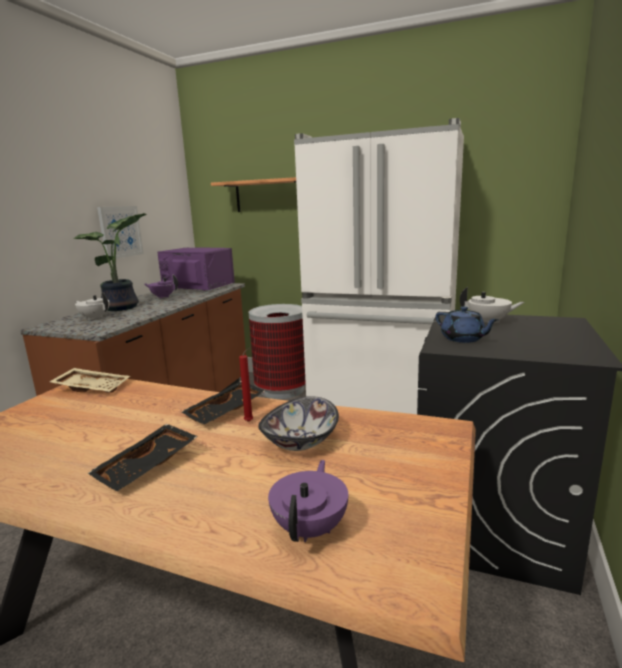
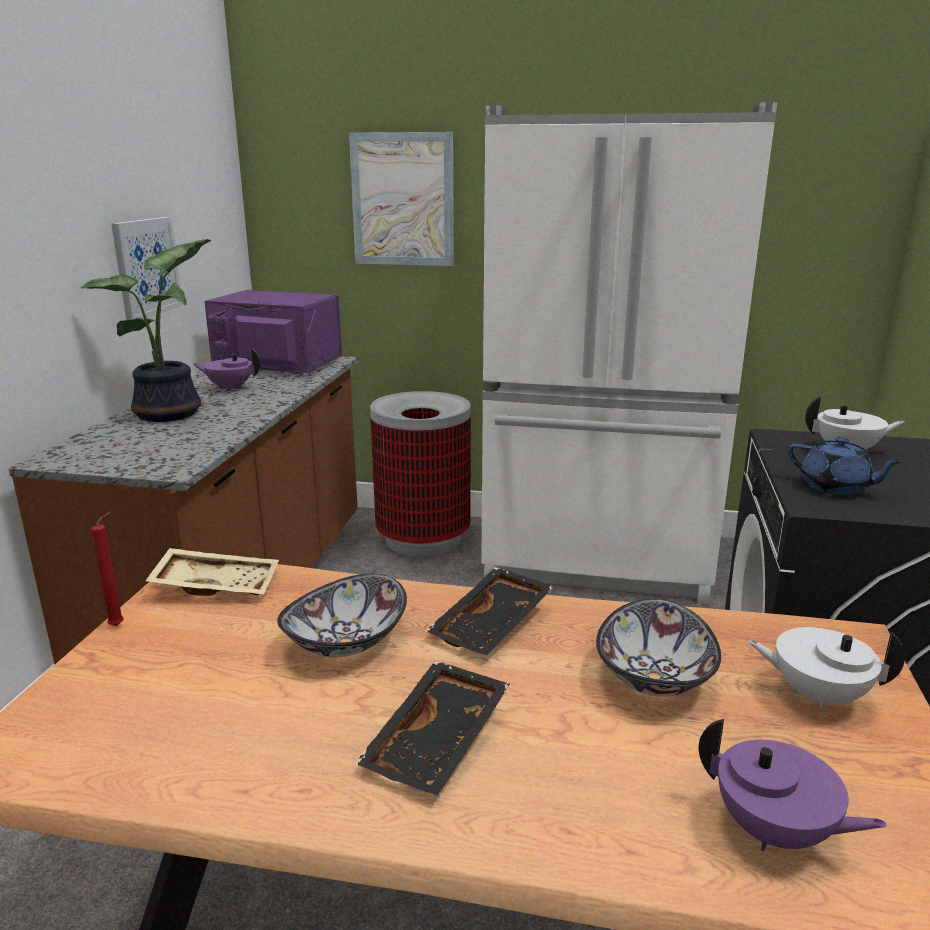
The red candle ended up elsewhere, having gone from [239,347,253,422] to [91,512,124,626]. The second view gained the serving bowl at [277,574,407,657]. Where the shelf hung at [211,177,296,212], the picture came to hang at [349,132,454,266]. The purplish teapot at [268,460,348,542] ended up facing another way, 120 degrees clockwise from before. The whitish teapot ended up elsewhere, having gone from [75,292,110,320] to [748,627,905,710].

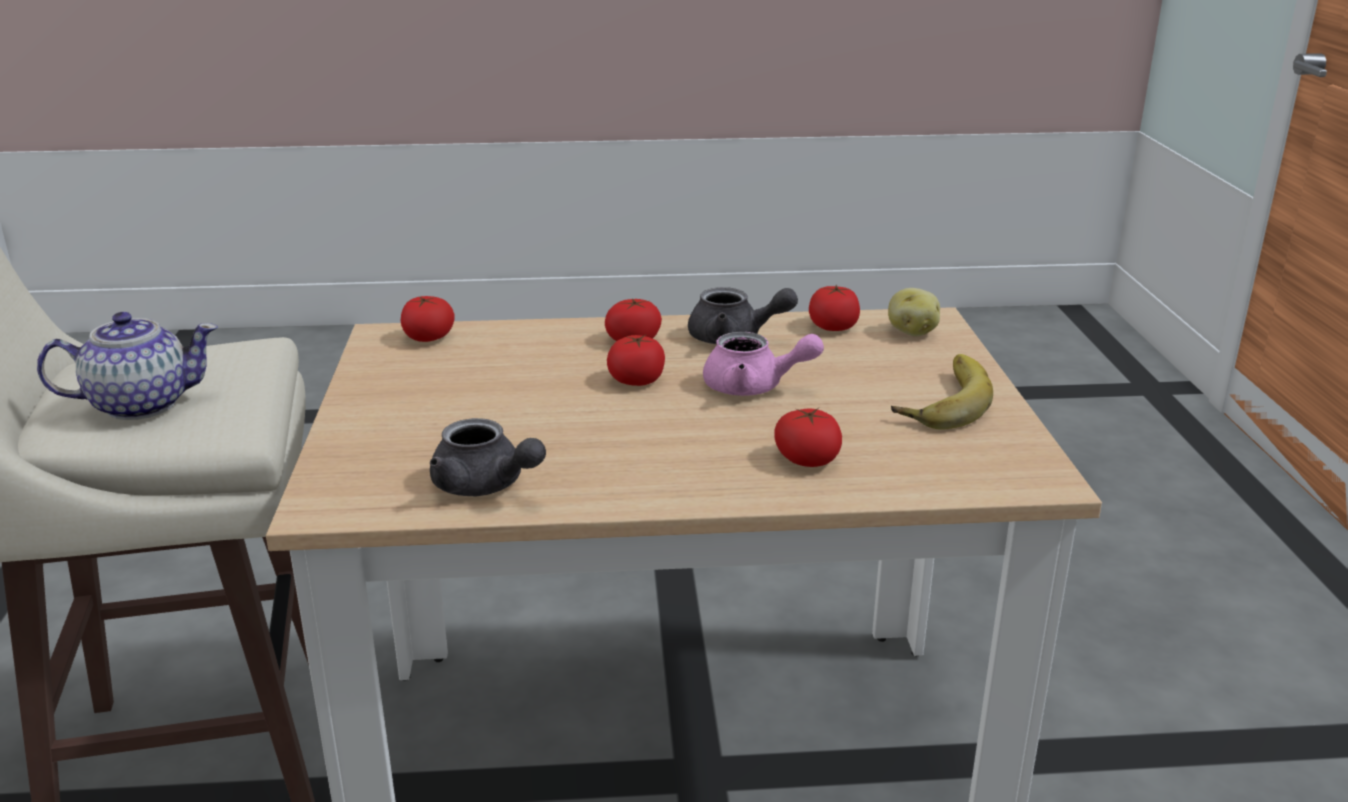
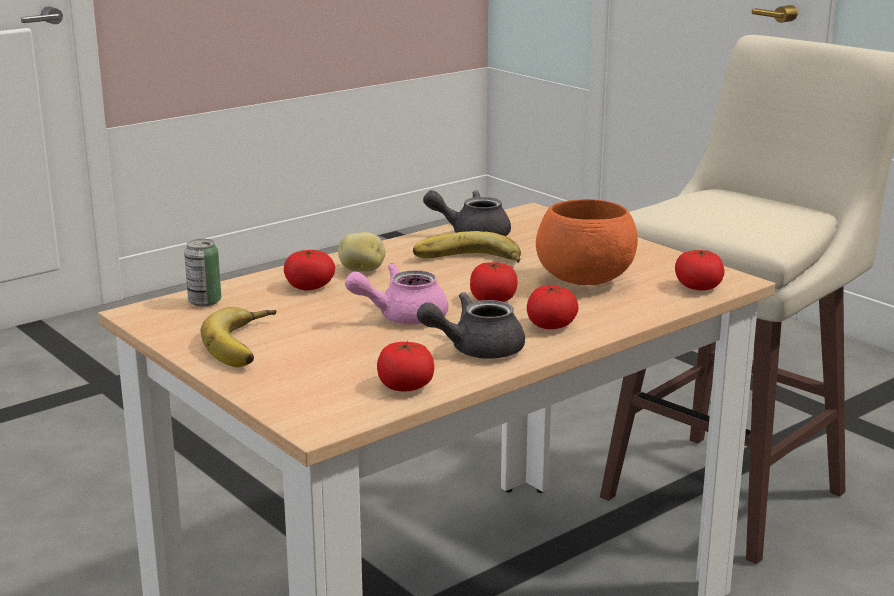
The second view gained the sealed can at [184,239,221,307]. The spud ended up elsewhere, having gone from [888,288,940,336] to [338,232,386,272]. The second view gained the banana at [413,231,521,263]. The second view gained the orange serving bowl at [536,199,638,285]. The second view lost the teapot at [37,312,218,420].

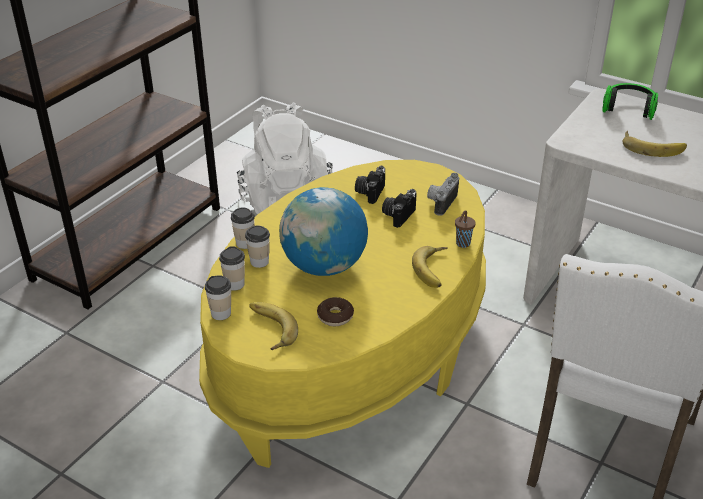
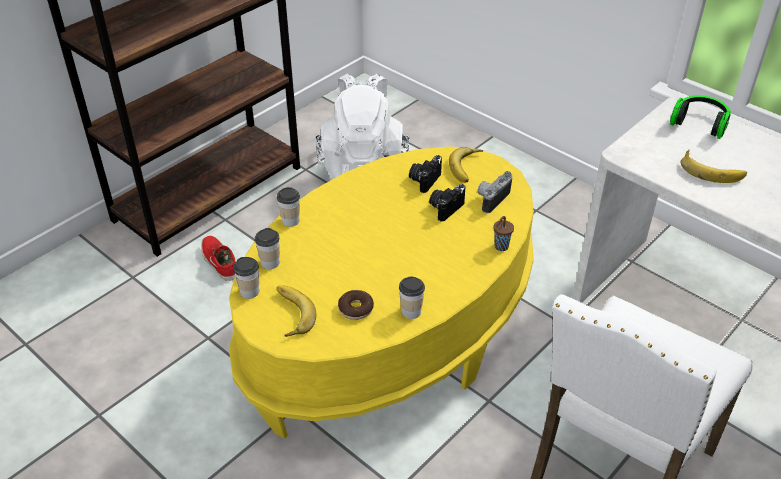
The second view gained the red shoe at [201,236,236,281]. The drinking cup ended up elsewhere, having gone from [245,226,270,268] to [399,277,425,319]. The banana ended up elsewhere, having gone from [412,246,448,288] to [449,147,484,183]. The second view lost the world globe at [279,187,368,276].

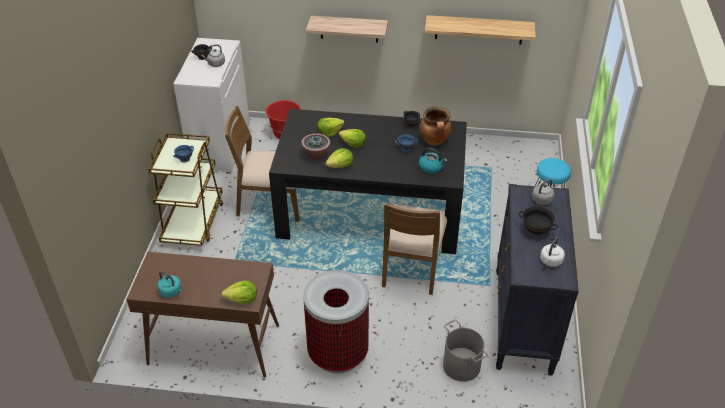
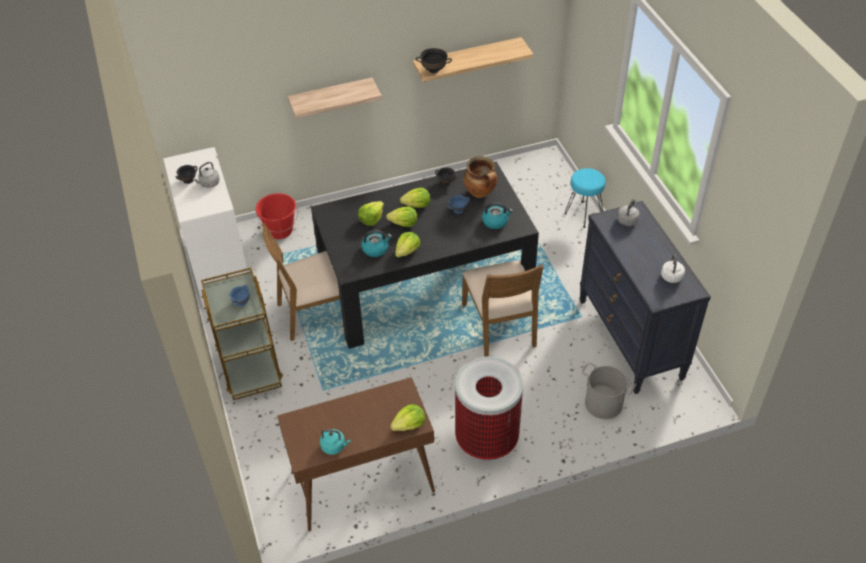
Where the potted plant stood at [301,133,330,161], the water kettle came to stand at [361,230,392,257]. The second view gained the head of lettuce at [400,188,430,208]. The black-coloured serving bowl ended up elsewhere, having gone from [518,206,558,235] to [416,48,452,73].

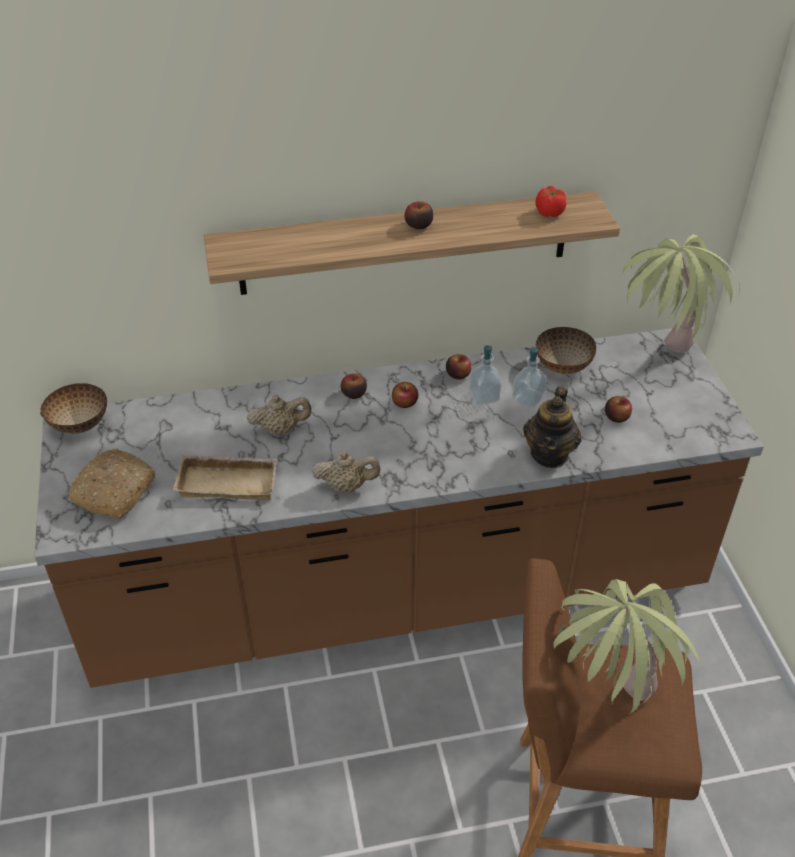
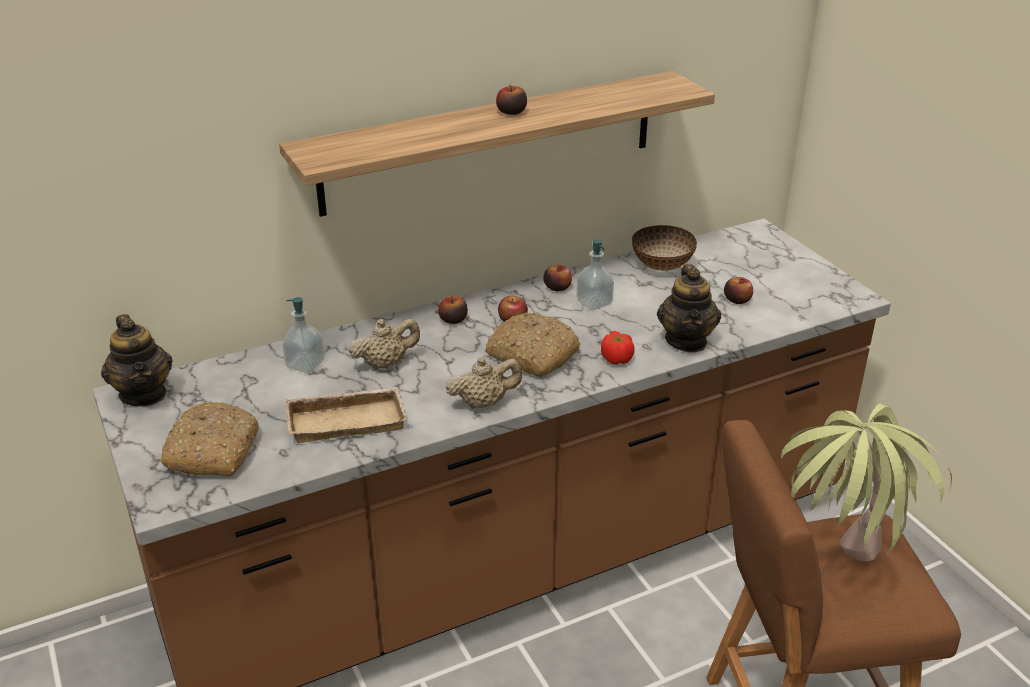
Where the serving bowl stood at [40,383,107,434], the teapot came to stand at [101,314,173,407]. The soap bottle ended up elsewhere, having gone from [512,347,547,408] to [282,297,325,373]. The second view gained the bakery bread at [485,312,581,376]. The tomato ended up elsewhere, having gone from [536,186,567,217] to [601,331,635,365]. The second view lost the potted plant at [623,234,740,353].

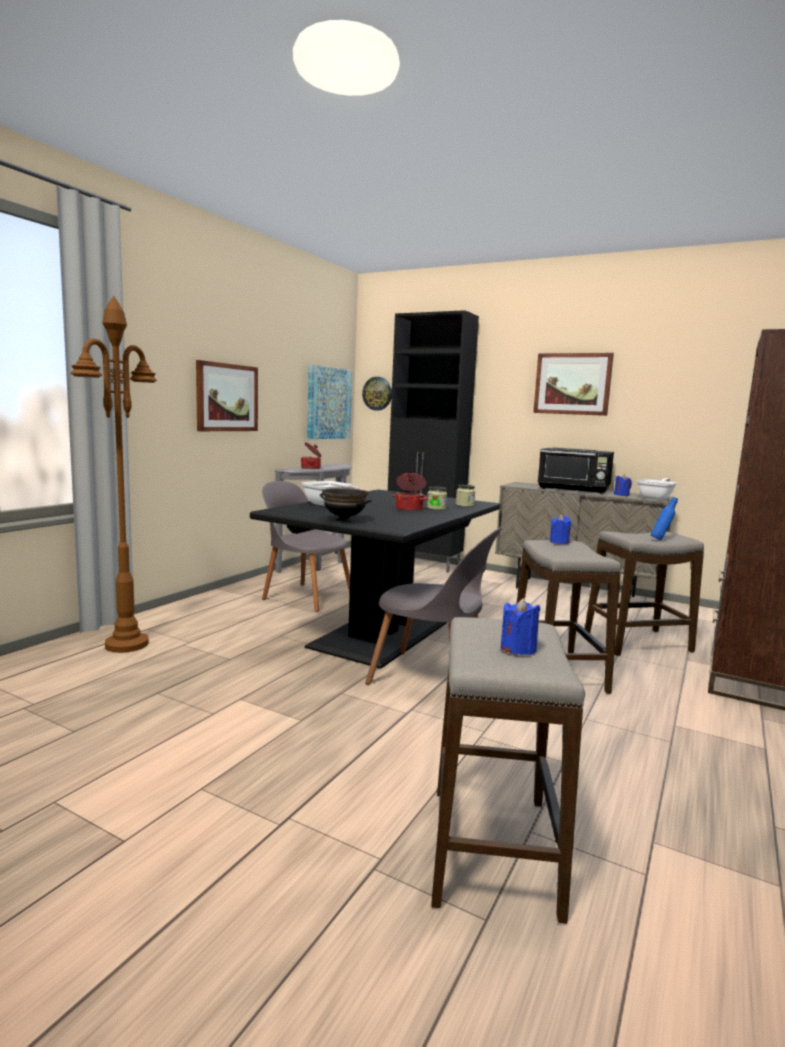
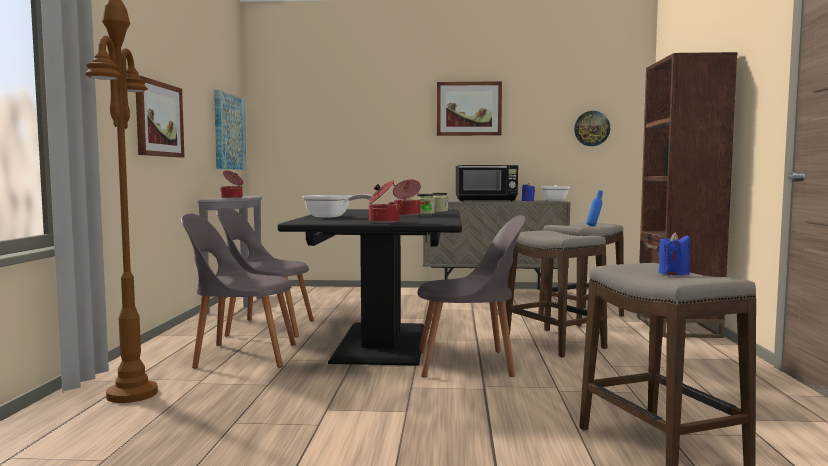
The second view gained the greyish upright chair at [181,214,296,369]. Where the black-coloured serving bowl stood at [320,488,372,522], the cooking pot came to stand at [369,180,401,223]. The hanging clock ended up elsewhere, having gone from [362,377,392,411] to [574,111,610,146]. The second view lost the black-coloured storage cabinet at [388,310,479,573]. The second view lost the blue-coloured candle at [550,514,572,544].

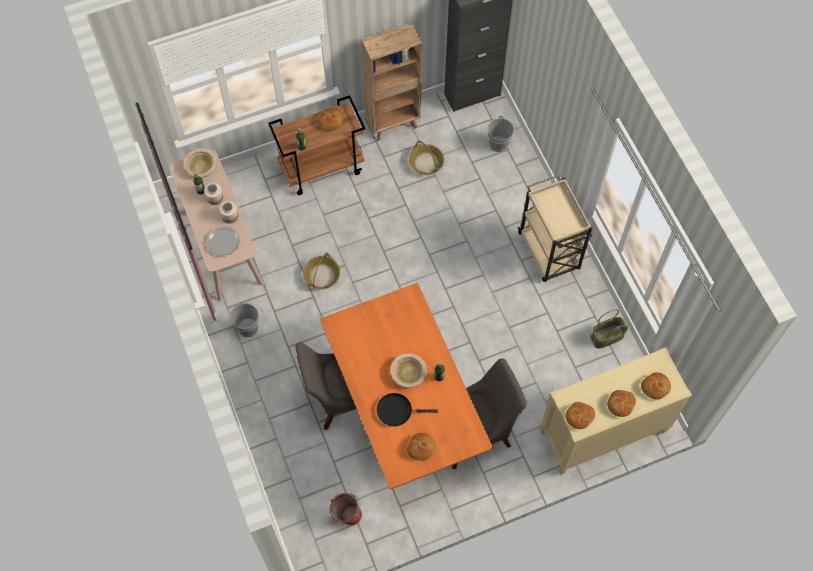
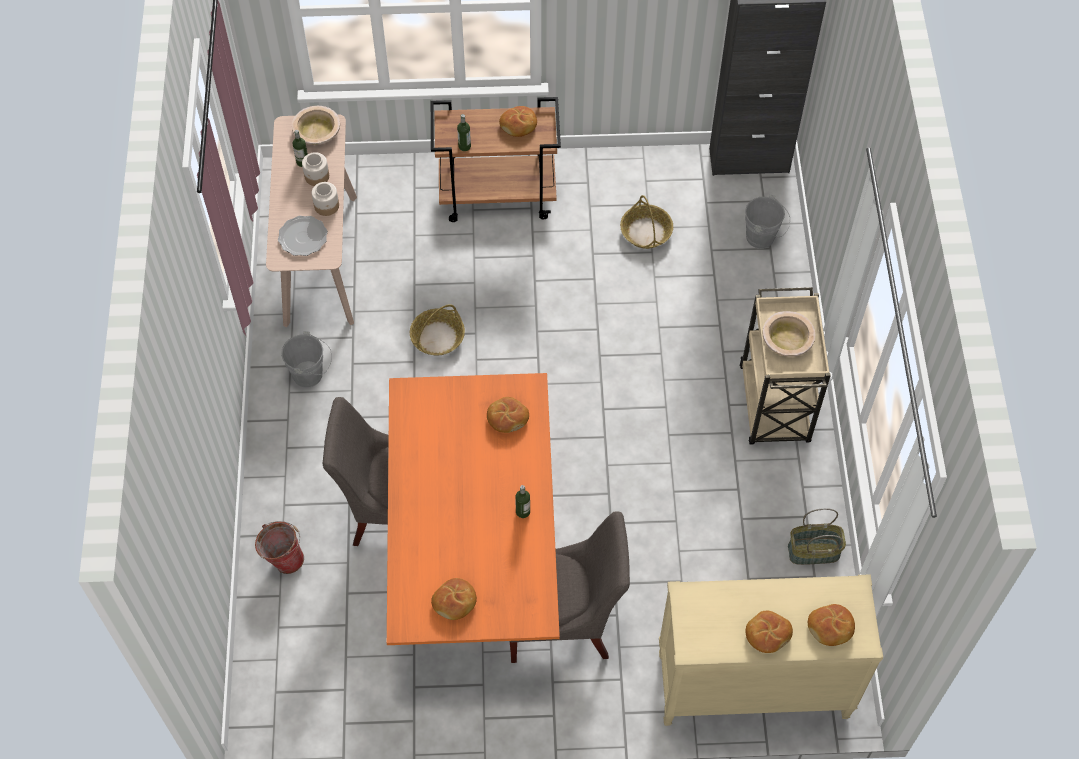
The water bucket ended up elsewhere, having gone from [330,493,362,526] to [255,521,304,574]. The bakery bread ended up elsewhere, having gone from [566,402,595,429] to [487,397,529,433]. The sand-coloured serving bowl ended up elsewhere, having gone from [391,353,427,388] to [762,311,815,357]. The second view lost the brown-coloured shelving unit at [361,23,422,141]. The second view lost the black-coloured frying pan at [377,393,438,426].

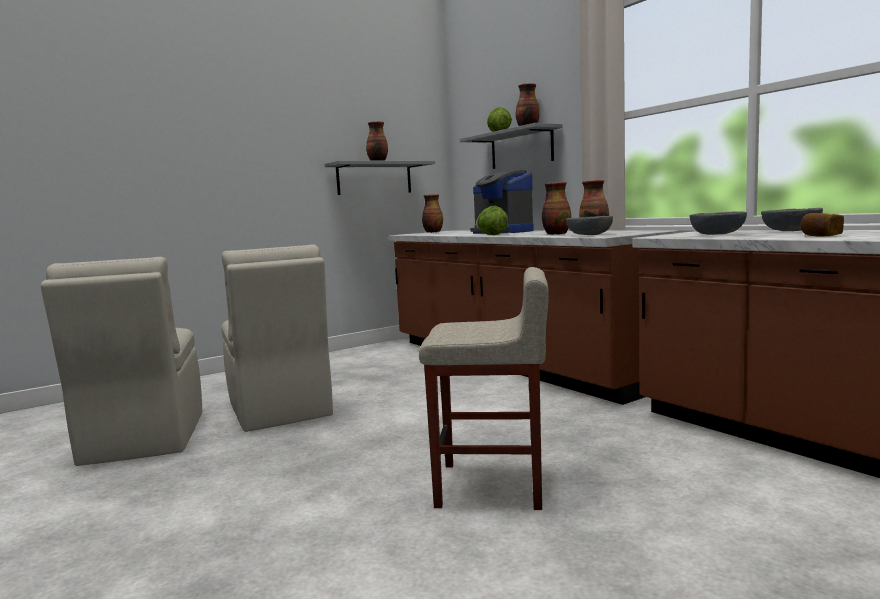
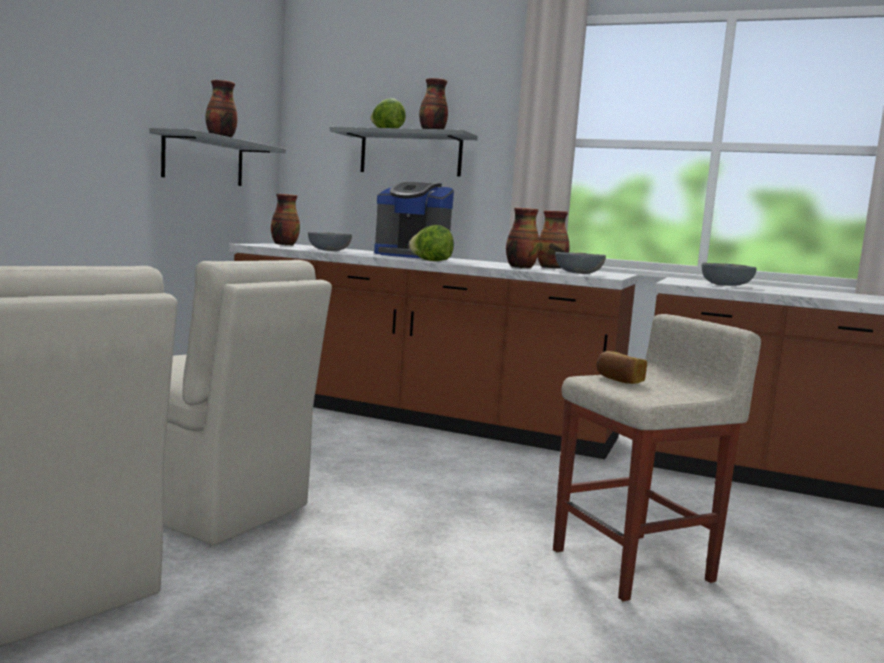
The greyish serving bowl ended up elsewhere, having gone from [761,208,823,231] to [308,232,352,251]. The bakery bread ended up elsewhere, having gone from [800,213,844,237] to [597,351,647,384].

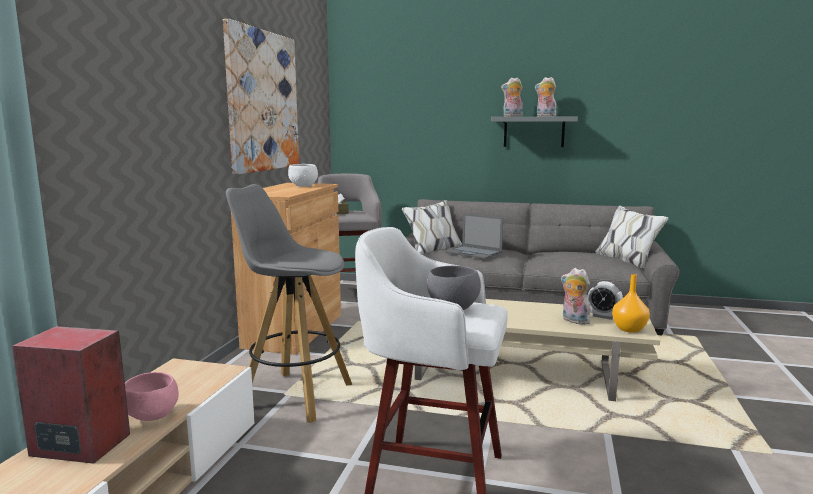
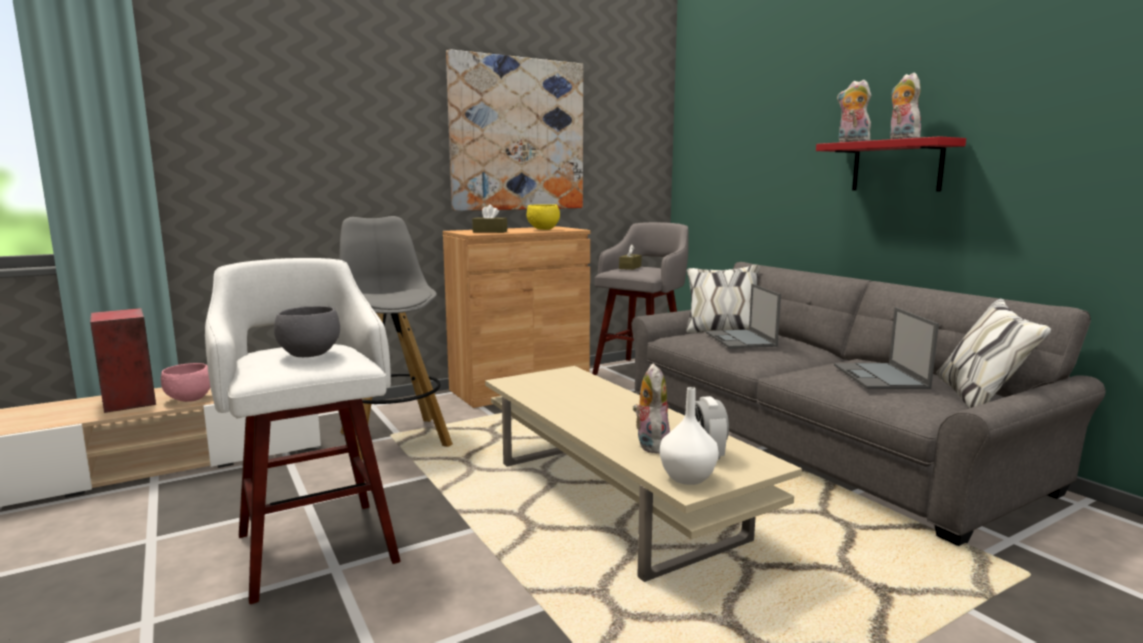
The second view gained the brown-coloured tissue box at [472,204,507,233]. What was the whitish serving bowl at [288,164,318,187] turned into the yellow-coloured serving bowl at [527,204,560,230]. What was the orange decorative vase at [612,274,650,333] turned into the whitish decorative vase at [660,387,719,485]. What was the greyish shelf at [491,116,578,147] turned into the red shelf at [816,136,966,191]. The second view gained the notebook computer at [834,307,939,389].

